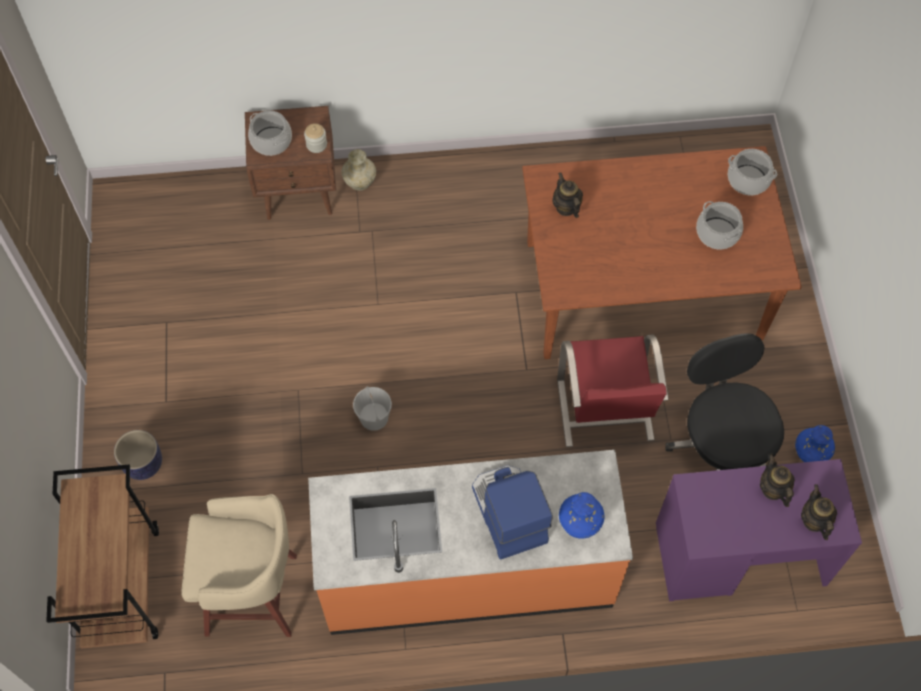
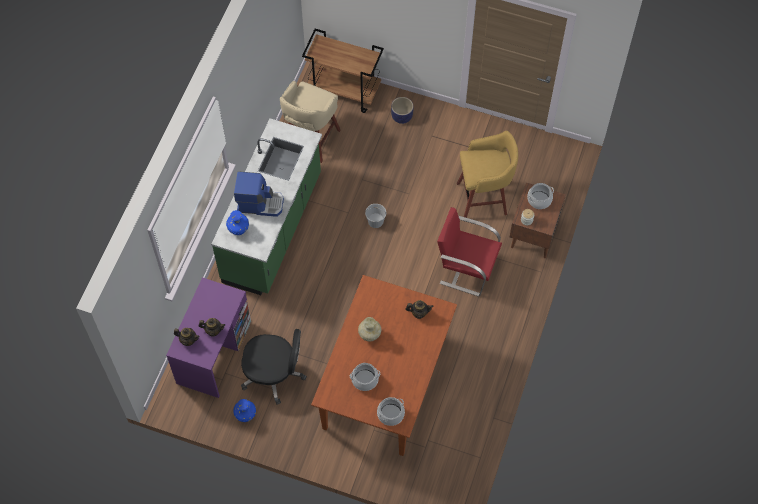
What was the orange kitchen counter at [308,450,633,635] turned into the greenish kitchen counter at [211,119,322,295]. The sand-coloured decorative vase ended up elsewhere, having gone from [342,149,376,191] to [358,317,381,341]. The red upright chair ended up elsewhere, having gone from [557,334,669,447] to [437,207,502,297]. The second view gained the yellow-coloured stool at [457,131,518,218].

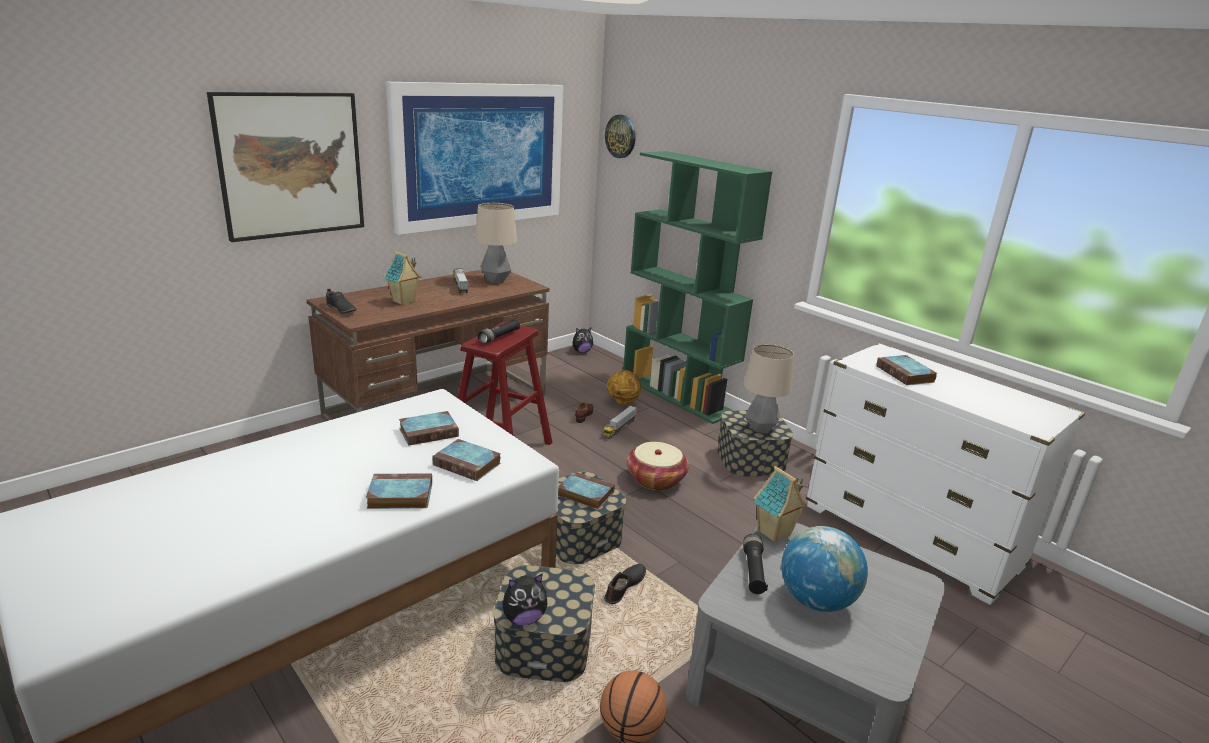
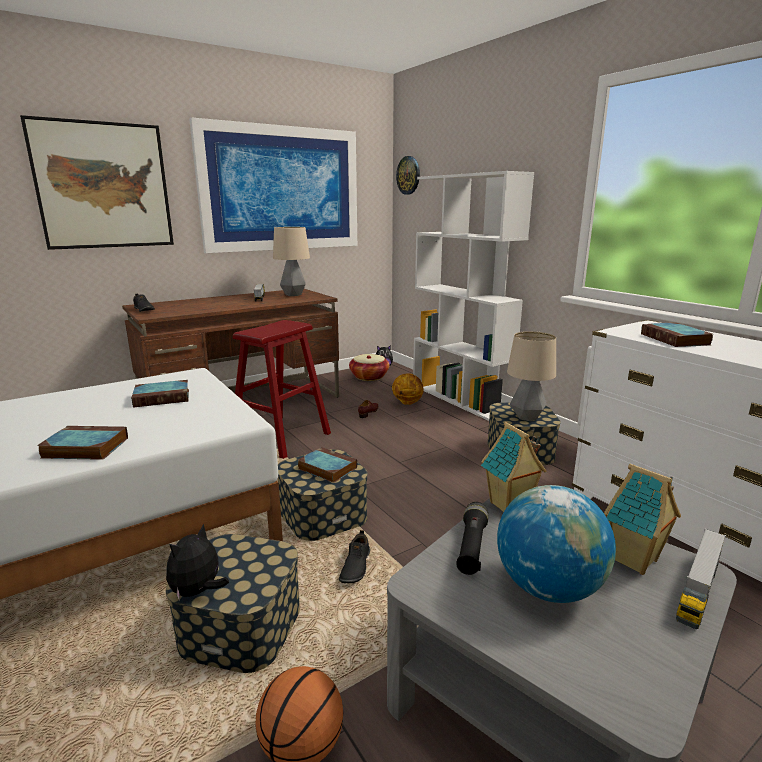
The cuddly toy at [503,573,547,626] ended up facing another way, 135 degrees clockwise from before. The black-coloured shoe at [604,564,646,604] ended up facing another way, 150 degrees clockwise from before. The storage basket ended up elsewhere, having gone from [627,442,689,490] to [349,354,390,381]. What was the greenish shelving unit at [623,151,772,424] turned into the whitish shelving unit at [413,171,534,421]. The toy house ended up elsewhere, having gone from [384,251,421,305] to [604,464,681,575]. The toy lorry ended up elsewhere, having gone from [603,405,637,439] to [676,529,726,629]. The second view lost the volume at [432,439,501,481]. The second view lost the black-coloured torch at [478,319,520,344].

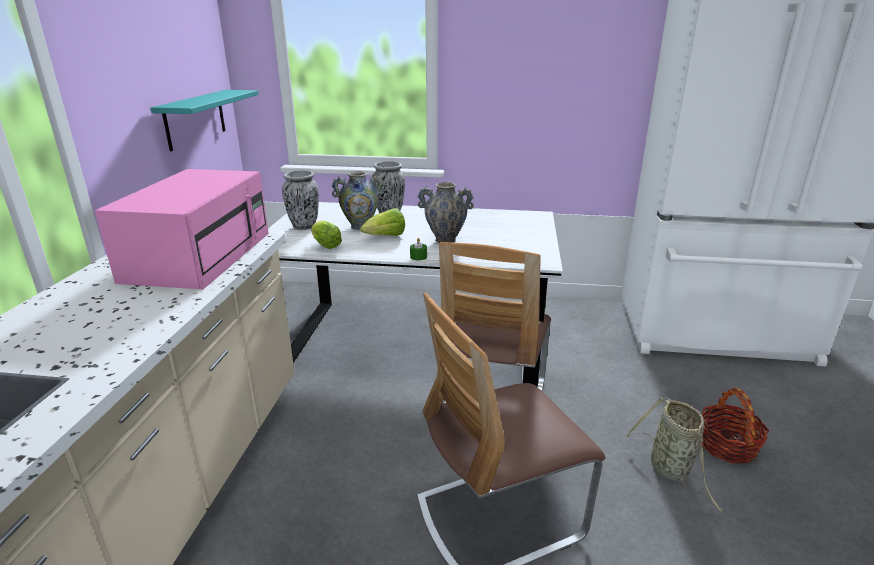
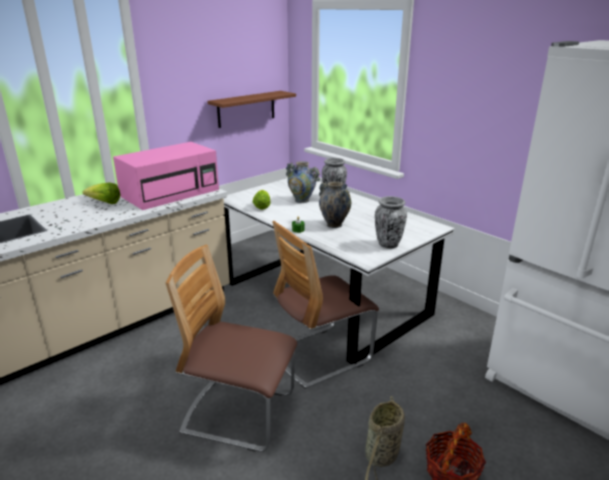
The head of lettuce ended up elsewhere, having gone from [360,208,405,236] to [82,182,120,204]. What was the turquoise-coloured shelf at [150,90,258,151] turned into the brown-coloured shelf at [207,91,296,128]. The decorative vase ended up elsewhere, having gone from [282,170,319,230] to [375,196,407,249].

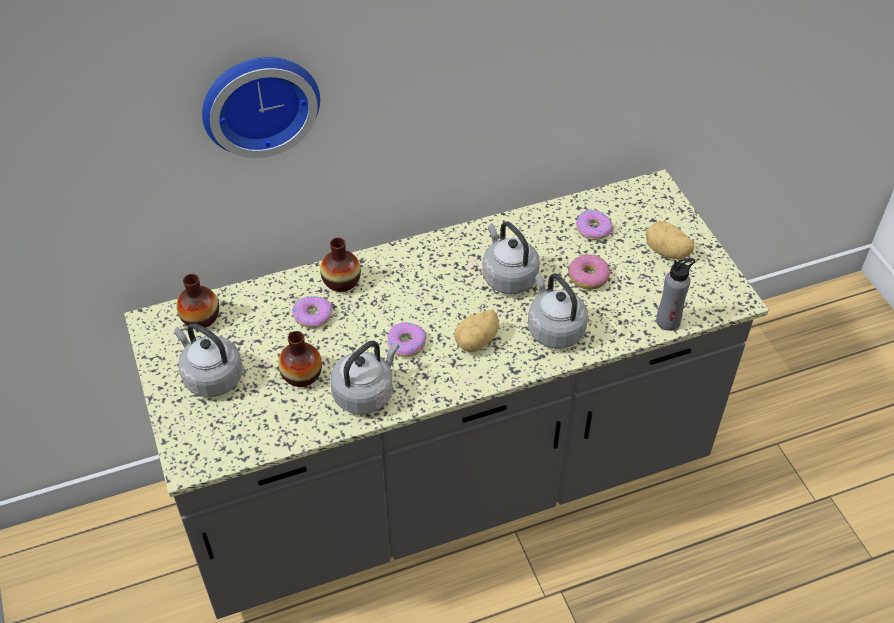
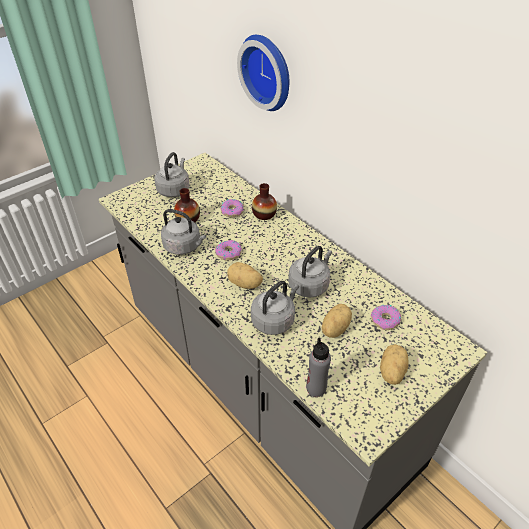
Where the doughnut stood at [568,254,610,290], the spud came to stand at [322,304,352,338]. The second view lost the decorative vase at [176,274,219,328].

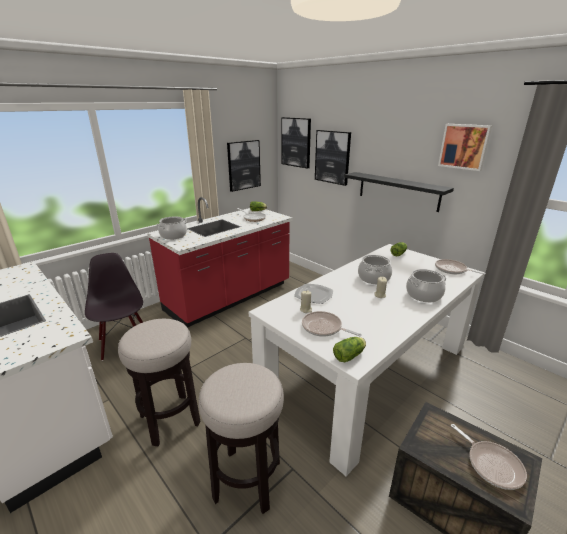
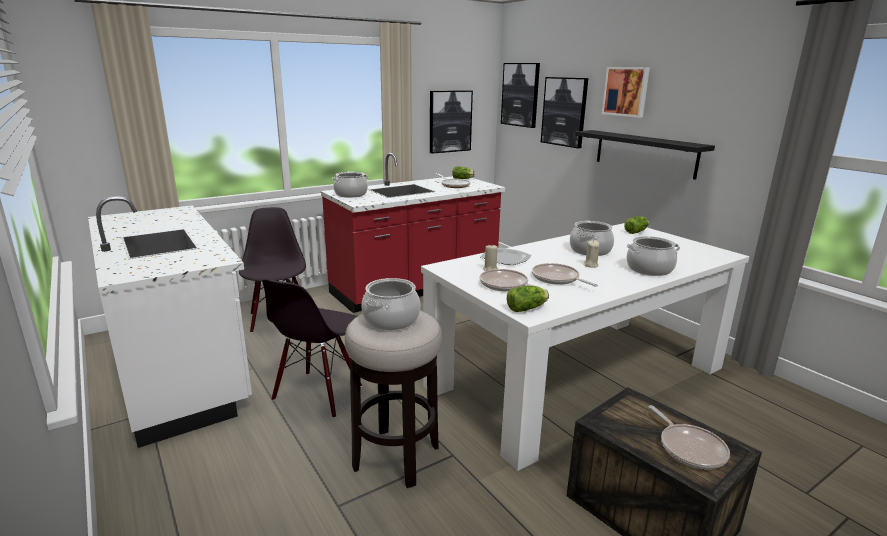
Where the stool stood at [118,319,200,446], the black-coloured upright chair came to stand at [262,279,362,418]. The second view gained the cooking pot at [361,278,420,330]. The frying pan ended up elsewhere, having gone from [435,259,486,275] to [532,263,598,287]. The picture ended up elsewhere, having gone from [438,124,492,171] to [602,67,650,118].

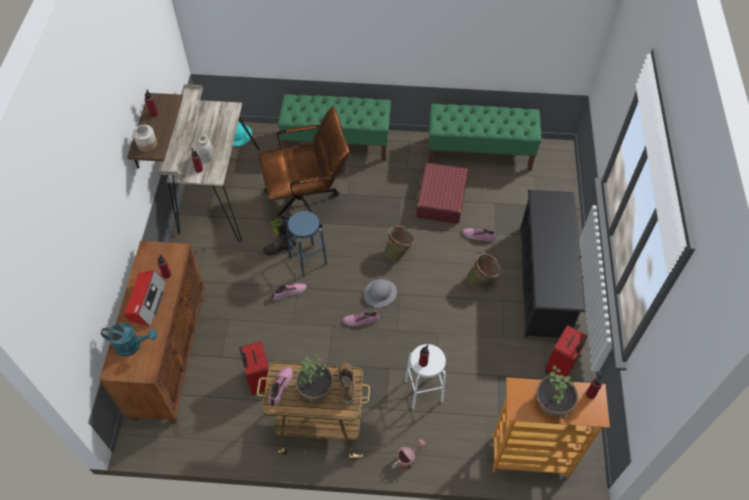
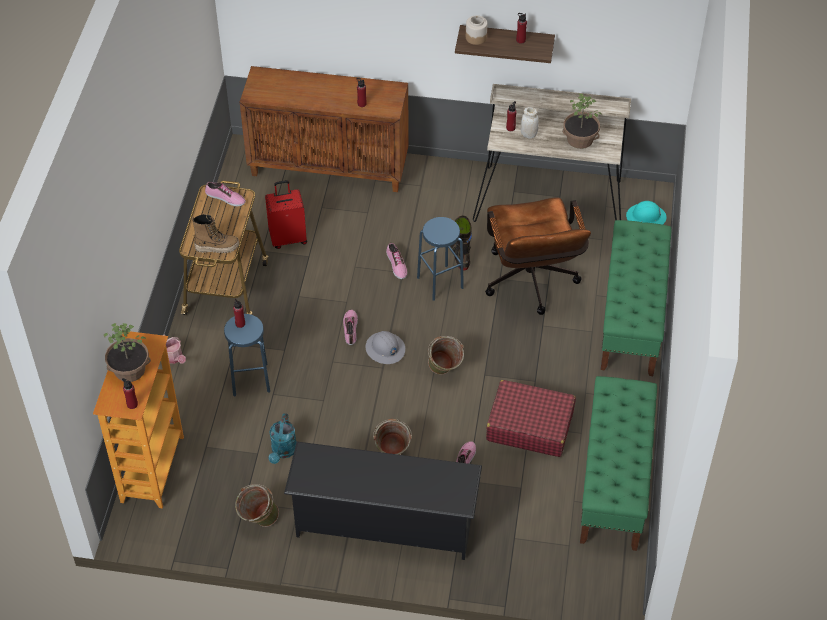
What was the whitish stool at [405,344,446,409] turned into the blue-coloured stool at [224,314,270,397]. Where the red travel case stood at [545,325,588,377], the greenish water bucket came to stand at [235,484,279,527]. The turquoise-coloured watering pot ended up elsewhere, having gone from [101,323,157,356] to [268,413,296,464]. The potted plant ended up elsewhere, having gone from [295,354,333,404] to [562,94,602,149]. The second view lost the radio set at [124,270,166,327].

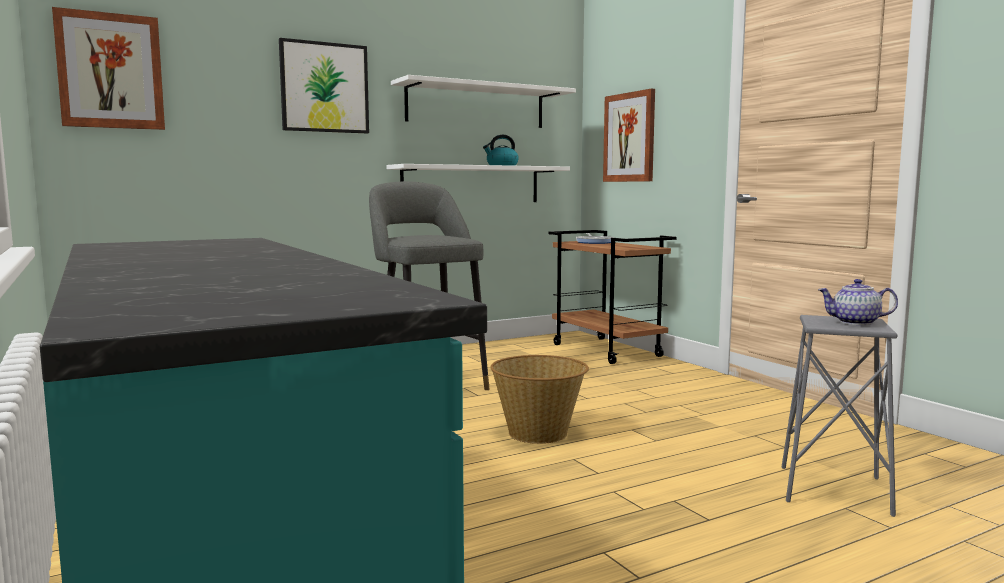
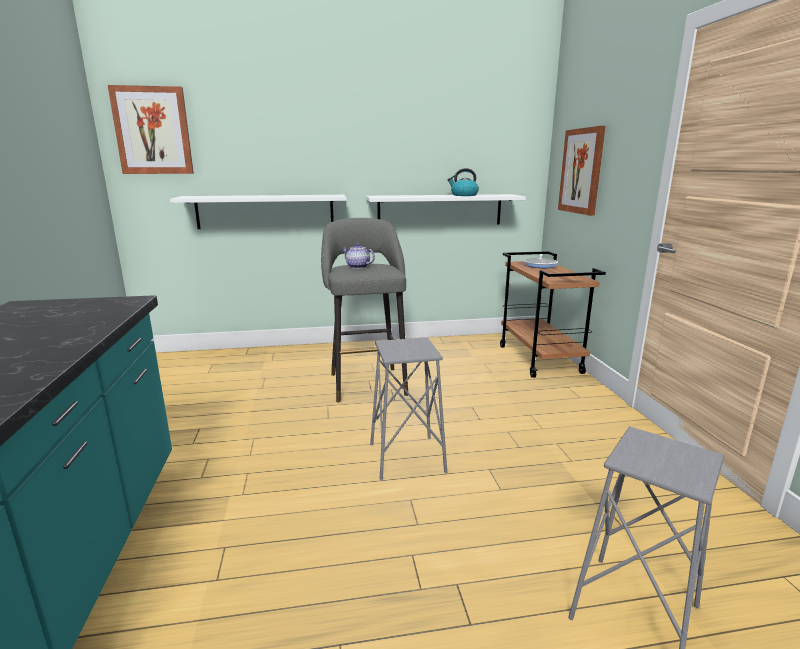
The whitish shelf ended up elsewhere, having gone from [391,75,576,128] to [170,195,347,229]. The teapot ended up elsewhere, having gone from [818,279,898,325] to [342,243,375,269]. Where the storage basket stood at [490,355,589,444], the greyish stool came to stand at [370,337,447,481]. The second view lost the picture at [279,38,369,133].

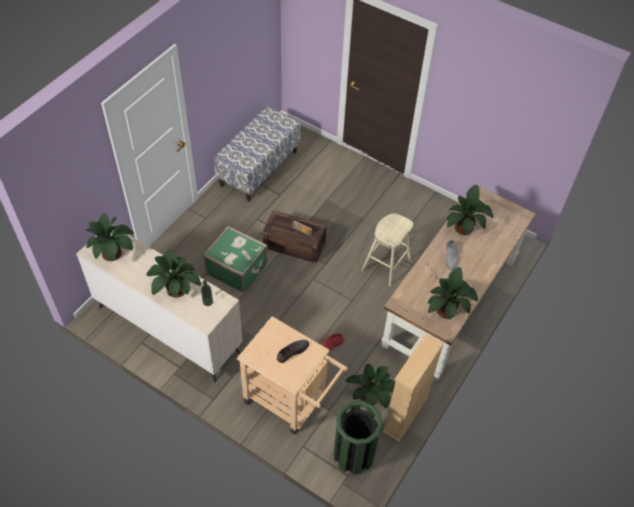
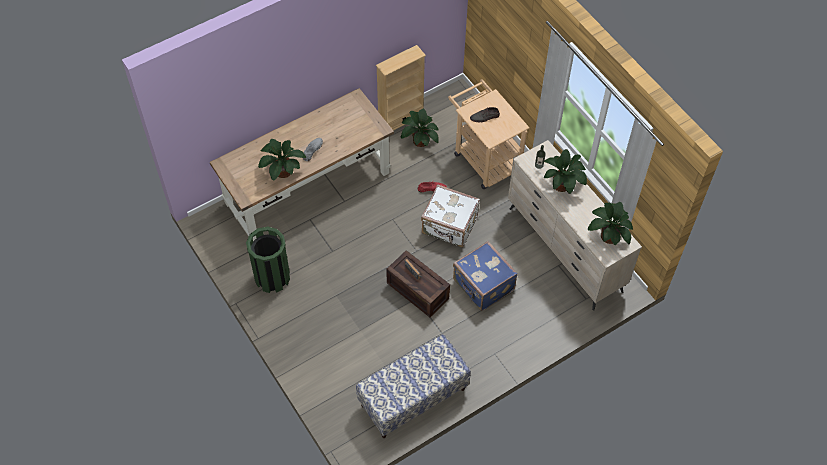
The greenish trash can ended up elsewhere, having gone from [334,401,383,475] to [246,227,290,293]. The second view gained the whitish travel case at [421,184,480,248]. What was the greenish travel case at [203,226,268,293] turned into the blue-coloured travel case at [453,241,518,311]. The second view lost the sand-coloured stool at [361,213,413,286]. The second view lost the potted plant at [428,267,478,319].

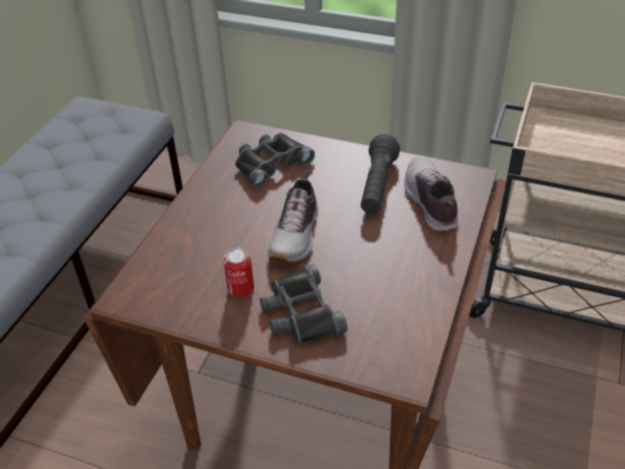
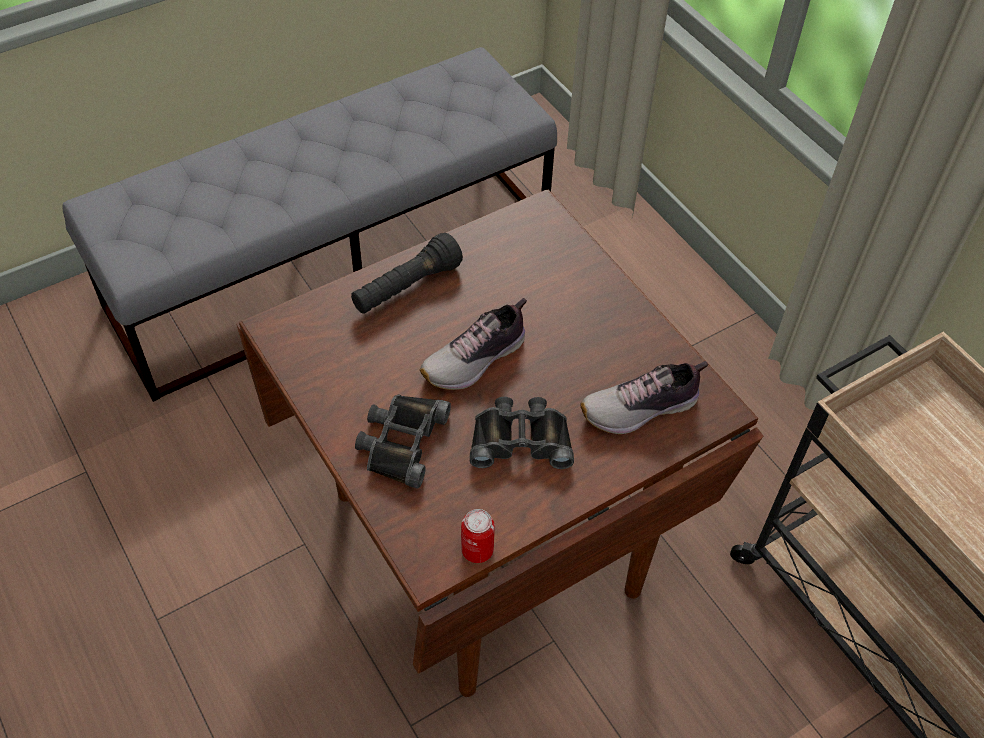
The black-coloured torch ended up elsewhere, having gone from [361,134,400,214] to [351,233,463,314]. The sealed can ended up elsewhere, having gone from [224,248,254,297] to [461,509,495,563]. The black-coloured field glasses ended up elsewhere, having gone from [235,133,315,188] to [470,397,574,469]. The shoe at [404,155,458,231] ended up facing another way, 135 degrees counterclockwise from before.

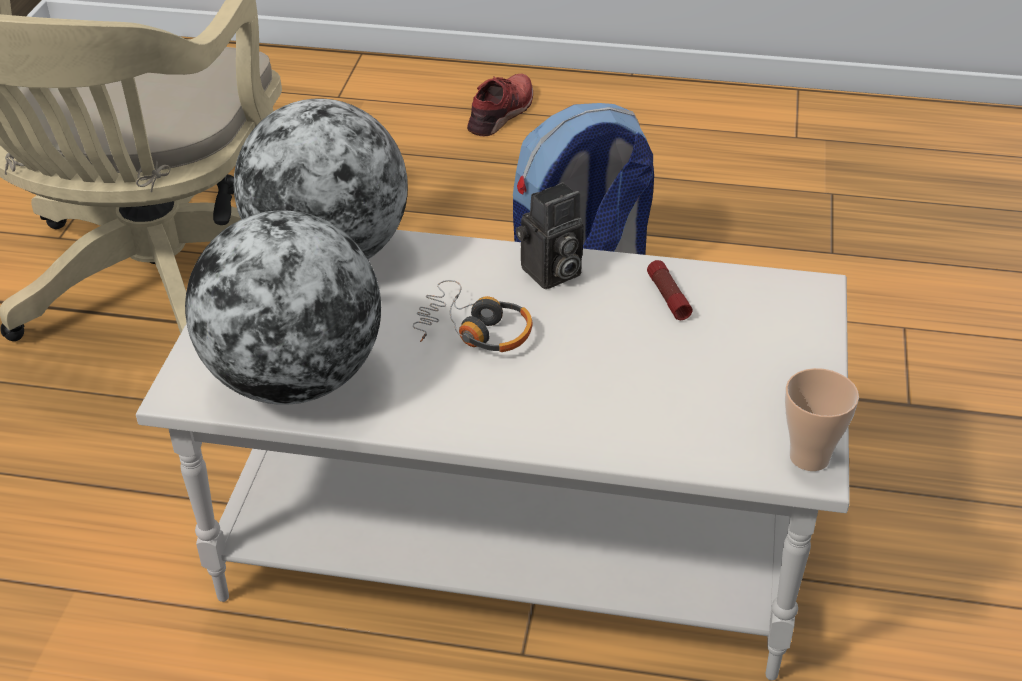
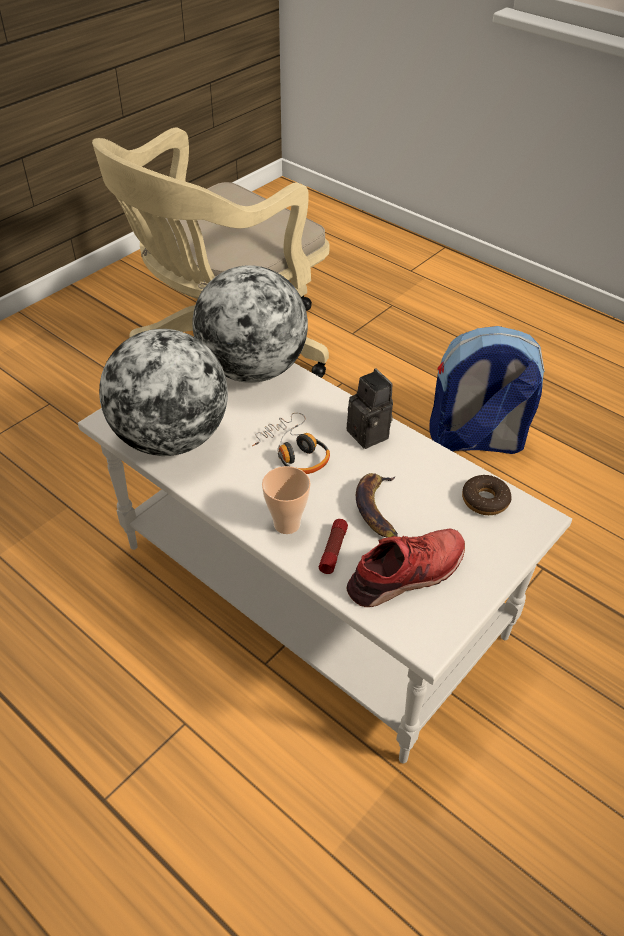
The drinking cup ended up elsewhere, having gone from [785,368,859,471] to [262,466,311,534]. The torch ended up elsewhere, having gone from [647,260,693,320] to [319,519,348,574]. The still camera at [516,182,584,289] ended up facing another way, 120 degrees counterclockwise from before. The red shoe ended up elsewhere, having gone from [467,74,533,137] to [347,528,465,607]. The second view gained the banana at [356,473,398,538]. The second view gained the doughnut at [462,475,512,515].

